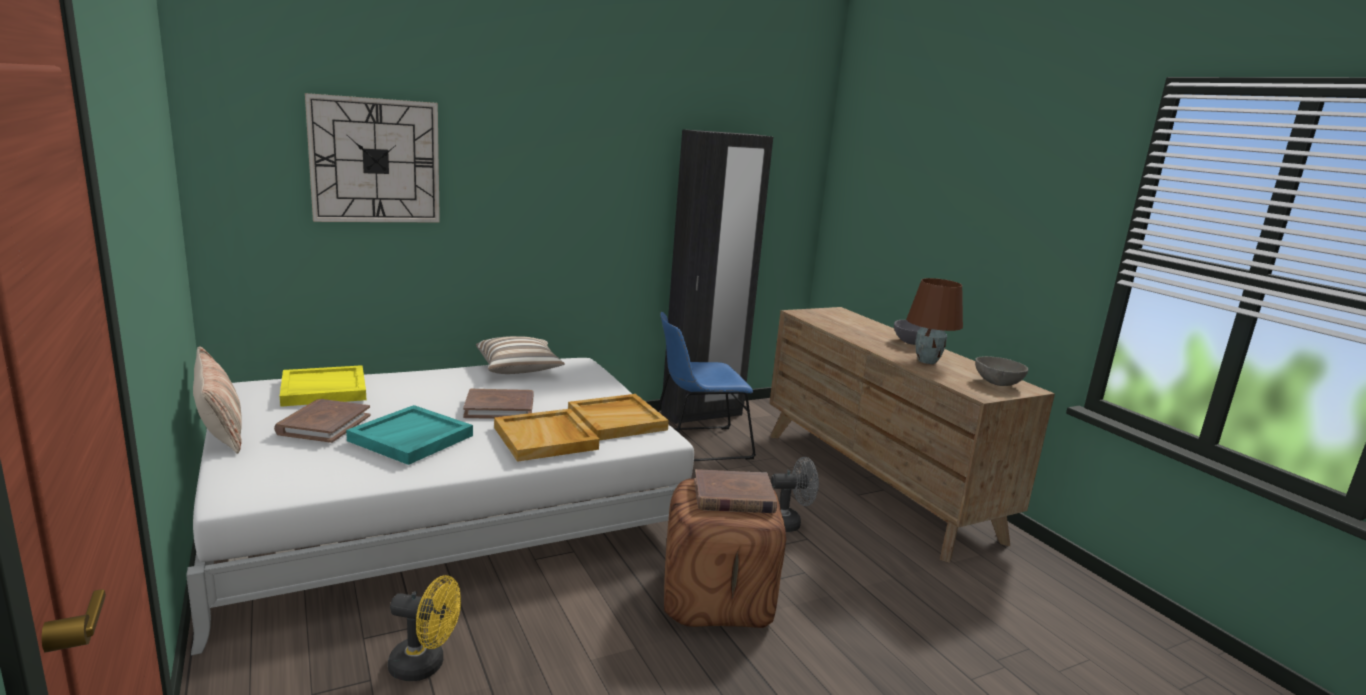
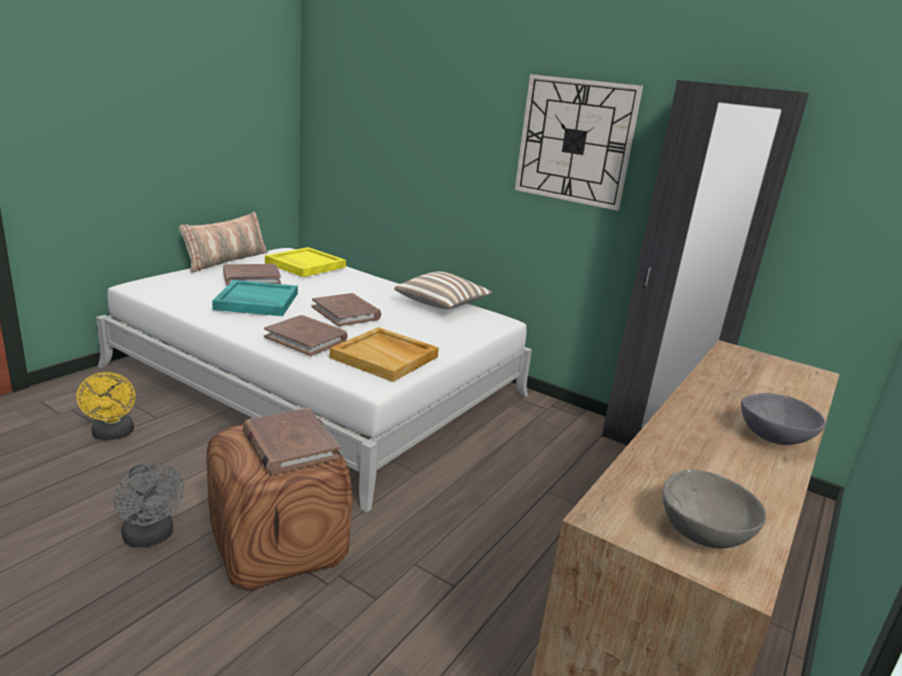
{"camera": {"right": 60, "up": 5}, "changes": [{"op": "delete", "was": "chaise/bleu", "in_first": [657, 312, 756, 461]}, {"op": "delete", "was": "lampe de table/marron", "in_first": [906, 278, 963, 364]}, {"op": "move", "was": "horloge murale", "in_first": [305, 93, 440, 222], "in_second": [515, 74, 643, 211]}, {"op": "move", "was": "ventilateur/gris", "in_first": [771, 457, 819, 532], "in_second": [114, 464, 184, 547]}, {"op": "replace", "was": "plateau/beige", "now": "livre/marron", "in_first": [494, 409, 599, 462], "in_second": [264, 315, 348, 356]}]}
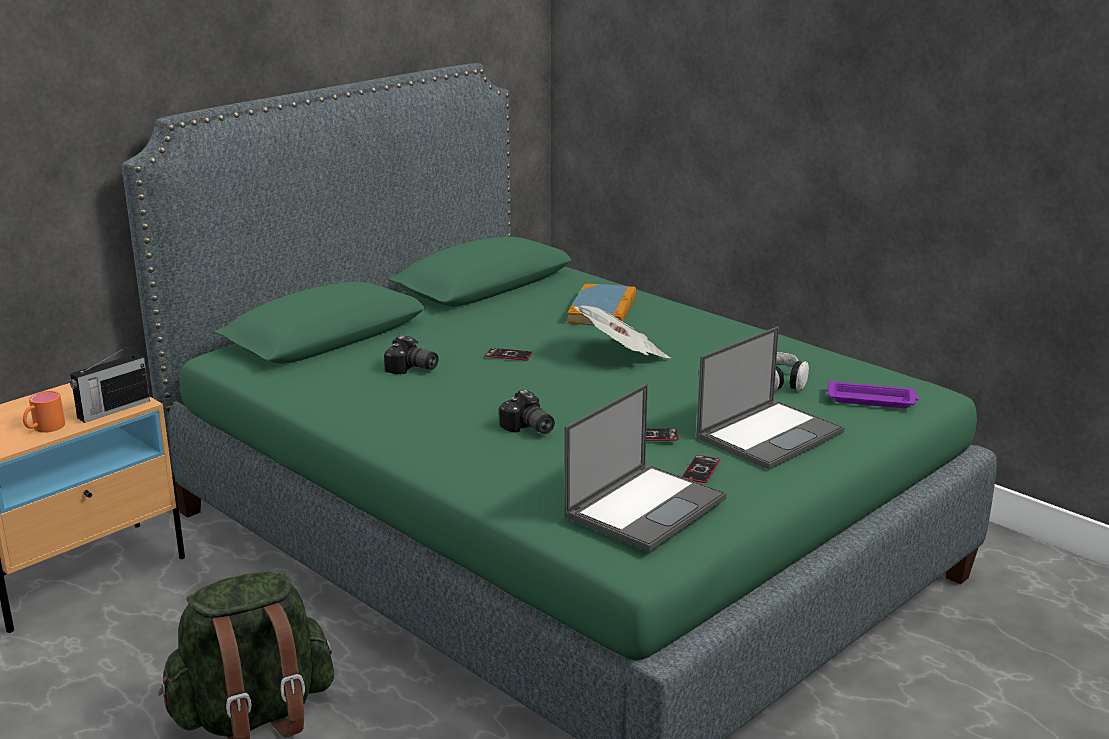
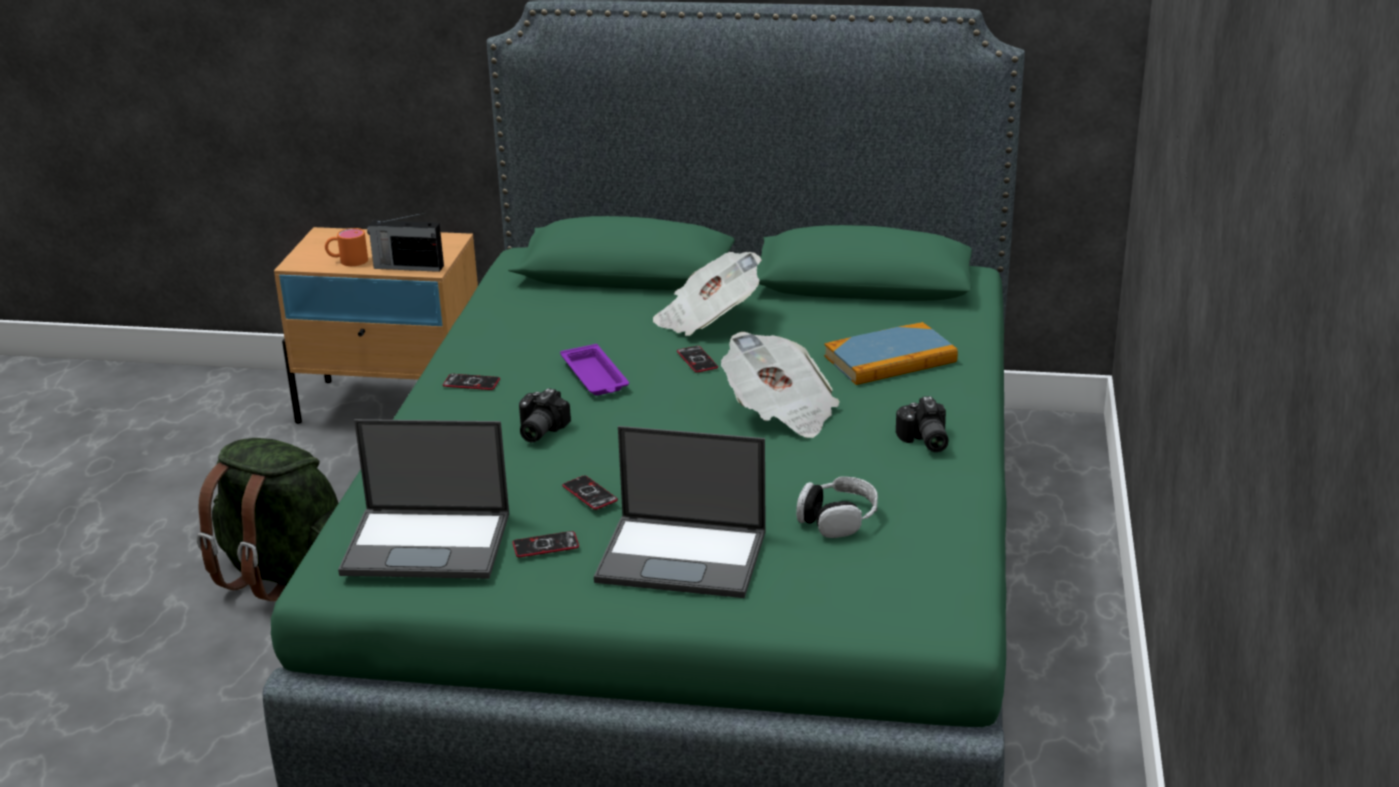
{"camera": {"right": 55, "up": 5}, "changes": [{"op": "insert", "now": "téléphone", "in_second": [443, 374, 500, 390]}, {"op": "insert", "now": "journal", "in_second": [653, 252, 762, 336]}, {"op": "move", "was": "appareil photo", "in_first": [384, 335, 438, 375], "in_second": [896, 396, 949, 452]}, {"op": "move", "was": "plateau/violet", "in_first": [827, 380, 920, 408], "in_second": [560, 344, 629, 395]}]}
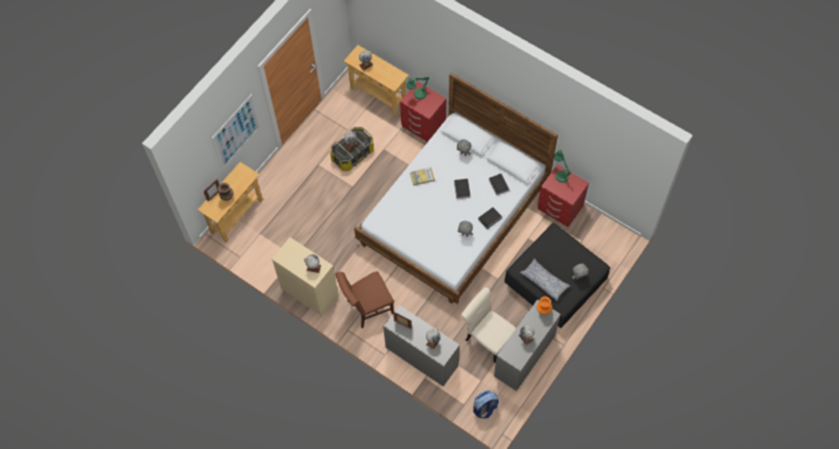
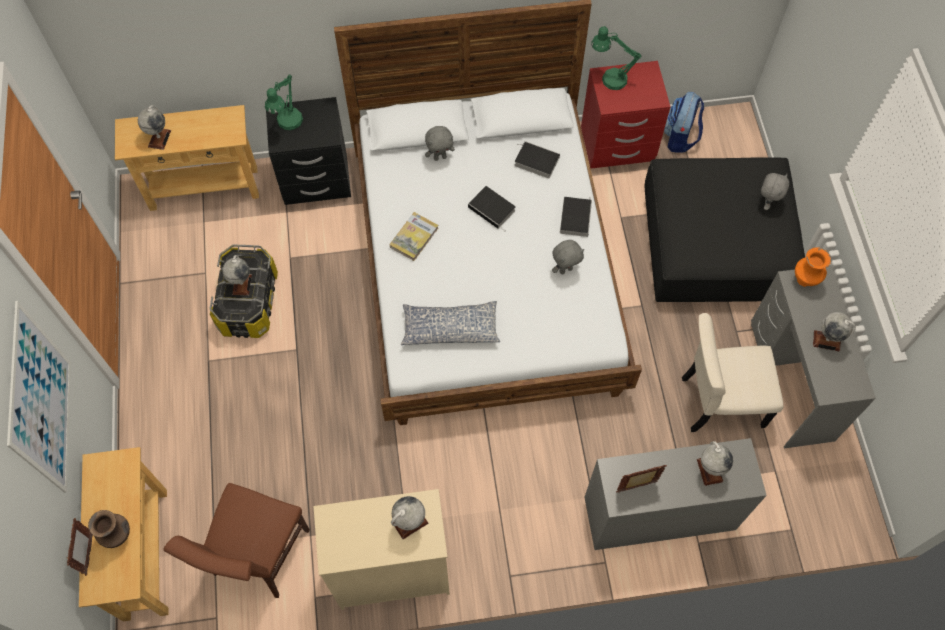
{"camera": {"right": -45, "up": 0}, "changes": [{"op": "move", "was": "chaise/marron", "in_first": [335, 271, 394, 328], "in_second": [164, 483, 310, 598]}, {"op": "move", "was": "sac à dos", "in_first": [473, 390, 499, 418], "in_second": [664, 92, 704, 153]}, {"op": "move", "was": "coussin", "in_first": [520, 258, 570, 301], "in_second": [401, 301, 500, 345]}, {"op": "recolor", "was": "table de chevet/rouge", "now": "table de chevet/noir", "in_first": [400, 81, 446, 142], "in_second": [266, 97, 351, 205]}]}
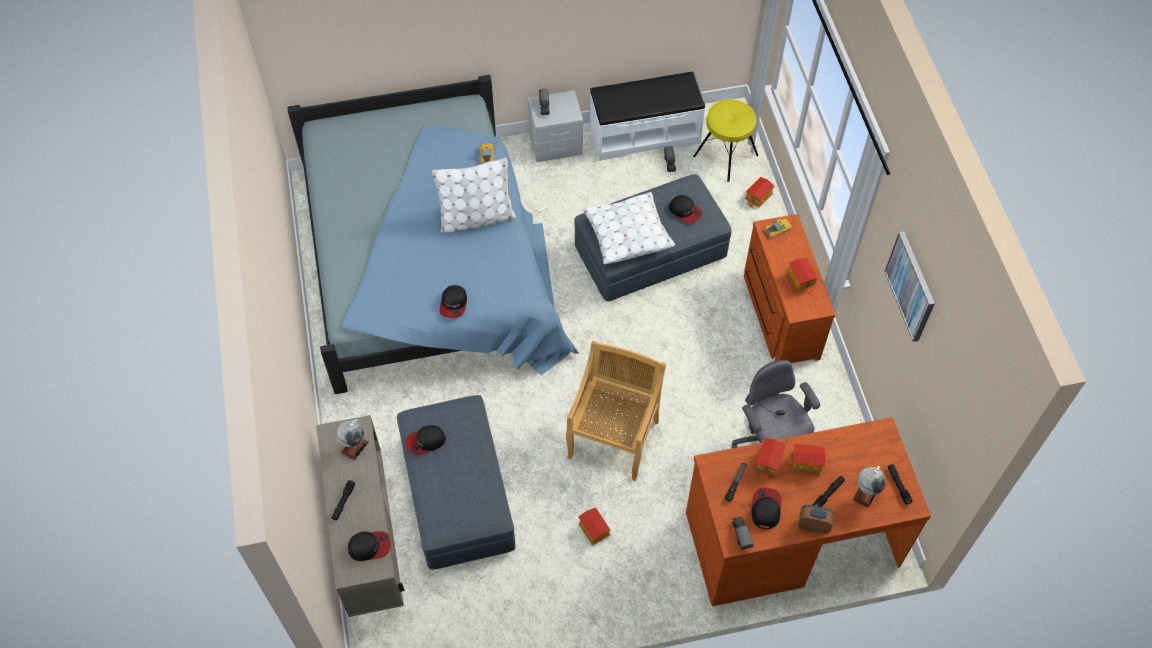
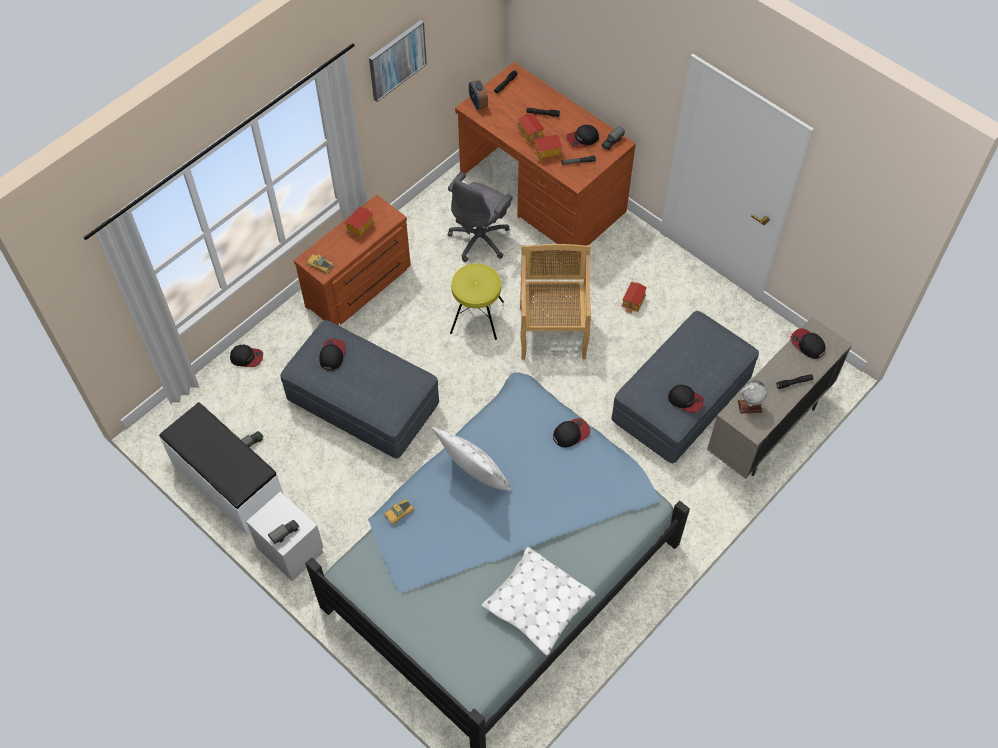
{"camera": {"right": -125, "up": 0}, "changes": [{"op": "delete", "was": "globe", "in_first": [853, 466, 886, 508]}, {"op": "move", "was": "coussin/blanc", "in_first": [583, 192, 675, 264], "in_second": [481, 547, 595, 655]}, {"op": "move", "was": "tabouret/jaune", "in_first": [693, 99, 758, 182], "in_second": [450, 263, 504, 340]}, {"op": "move", "was": "réveil", "in_first": [798, 505, 834, 534], "in_second": [469, 79, 488, 110]}, {"op": "replace", "was": "maison miniature", "now": "casquette", "in_first": [745, 177, 774, 208], "in_second": [230, 345, 263, 367]}, {"op": "rotate", "was": "chaise/beige", "in_first": [566, 341, 666, 481], "in_second": [520, 244, 591, 360], "clockwise": 105}]}
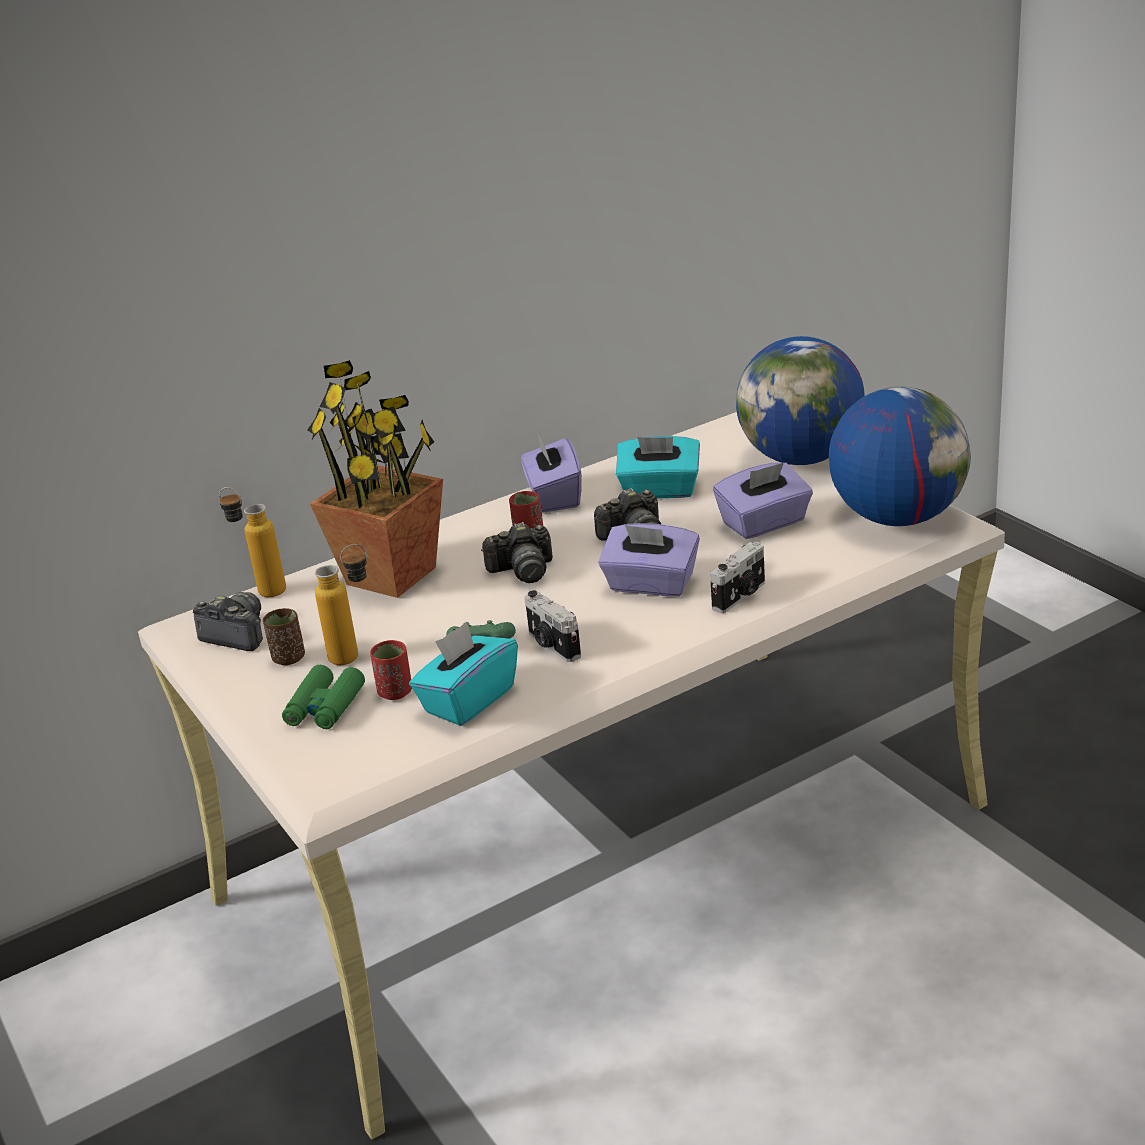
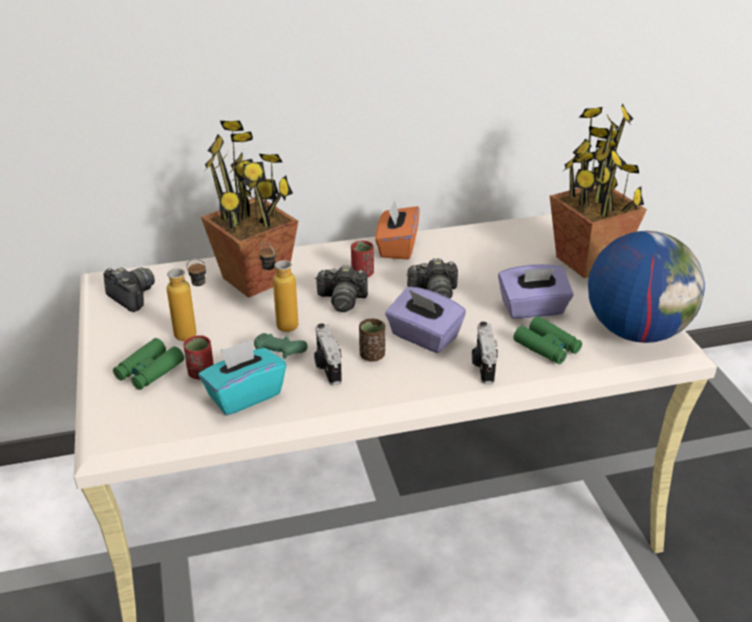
{"camera": {"right": 15, "up": 5}, "changes": [{"op": "delete", "was": "boîte à mouchoirs/turquoise", "in_first": [616, 436, 700, 498]}, {"op": "insert", "now": "jumelles/vert", "in_second": [513, 316, 582, 364]}, {"op": "move", "was": "bouteille", "in_first": [219, 487, 286, 597], "in_second": [259, 242, 298, 332]}, {"op": "move", "was": "tasse/marron", "in_first": [263, 608, 305, 665], "in_second": [359, 318, 385, 362]}, {"op": "replace", "was": "globe", "now": "plante en pot", "in_first": [736, 336, 865, 465], "in_second": [550, 103, 647, 278]}, {"op": "recolor", "was": "boîte à mouchoirs/violet", "now": "boîte à mouchoirs/orange", "in_first": [521, 434, 582, 513], "in_second": [375, 199, 420, 260]}, {"op": "rotate", "was": "appareil photo", "in_first": [710, 542, 765, 613], "in_second": [472, 321, 498, 384], "clockwise": 120}]}
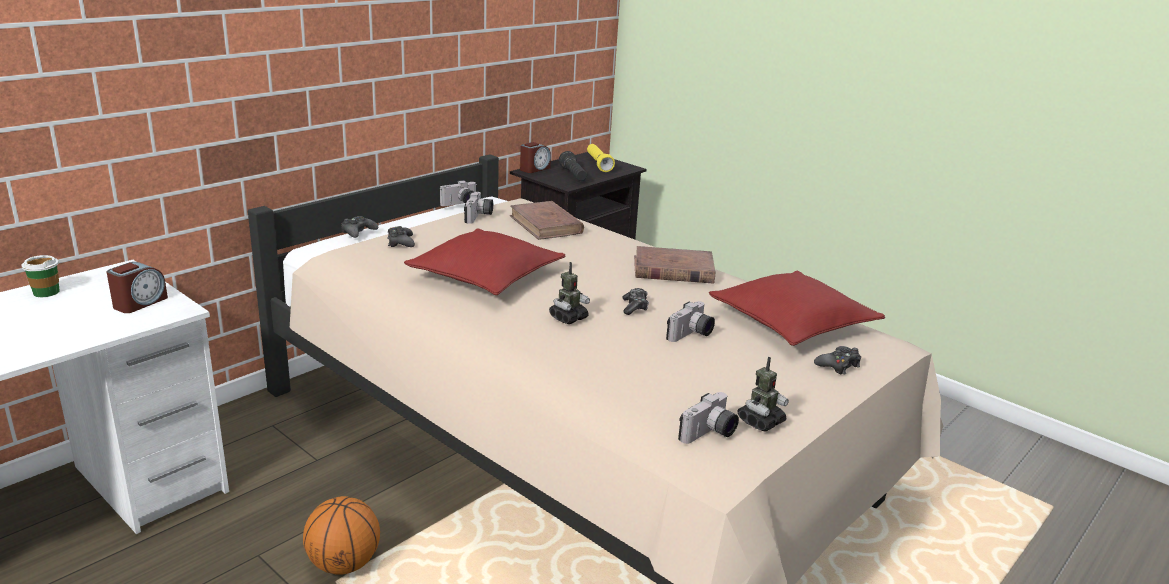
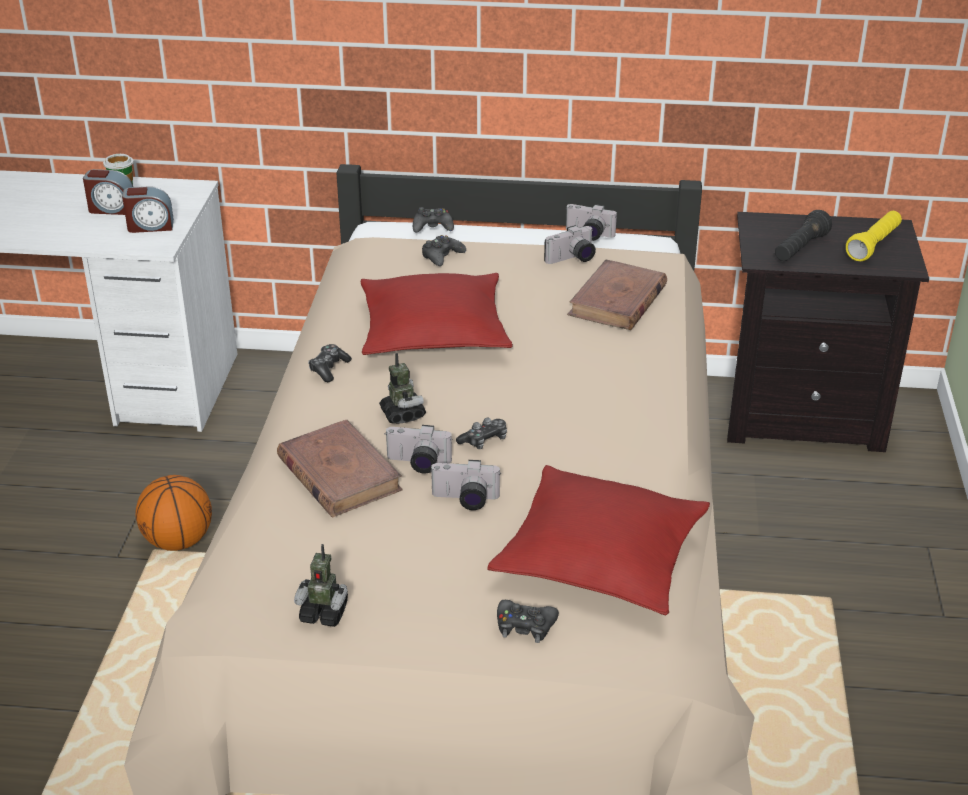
{"camera": {"right": 55, "up": 10}, "changes": [{"op": "insert", "now": "manette", "in_second": [308, 344, 352, 382]}, {"op": "move", "was": "réveil", "in_first": [520, 142, 551, 173], "in_second": [83, 169, 133, 215]}, {"op": "move", "was": "livre/marron", "in_first": [634, 246, 715, 284], "in_second": [277, 420, 402, 518]}, {"op": "move", "was": "appareil photo", "in_first": [678, 392, 739, 444], "in_second": [385, 425, 453, 473]}, {"op": "rotate", "was": "robot jouet", "in_first": [549, 262, 590, 324], "in_second": [379, 353, 426, 424], "clockwise": -120}]}
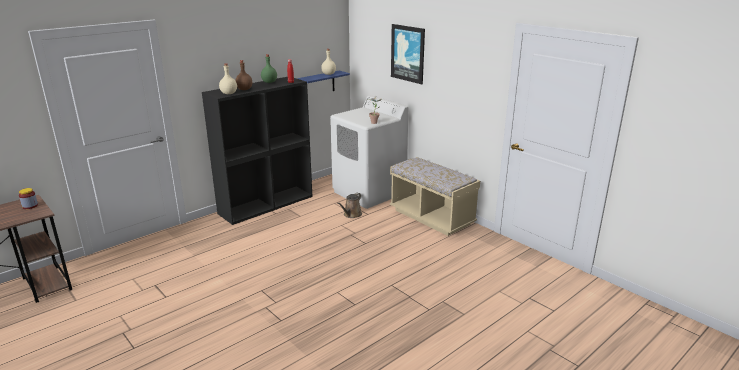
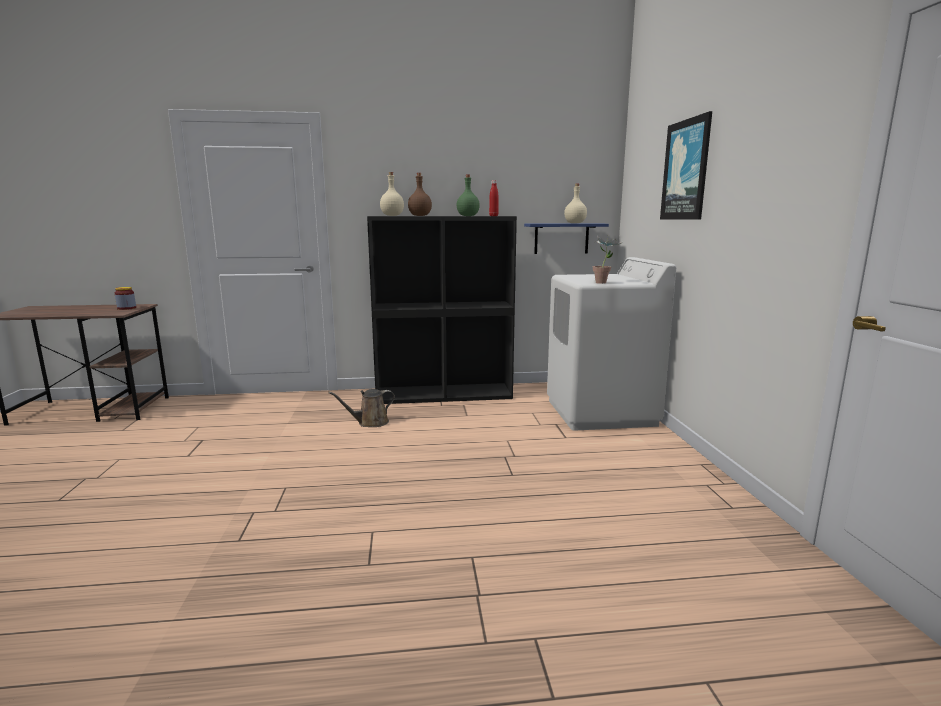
{"camera": {"right": 35, "up": -10}, "changes": [{"op": "delete", "was": "banc/beige", "in_first": [390, 157, 480, 236]}, {"op": "move", "was": "arrosoir/marron", "in_first": [337, 193, 362, 218], "in_second": [328, 389, 395, 427]}]}
